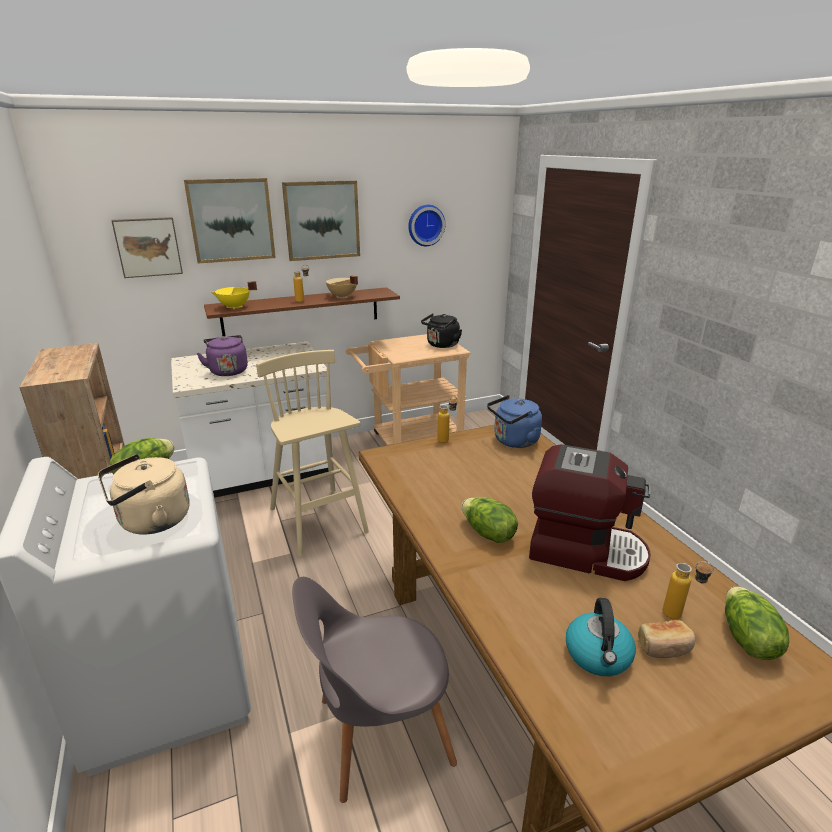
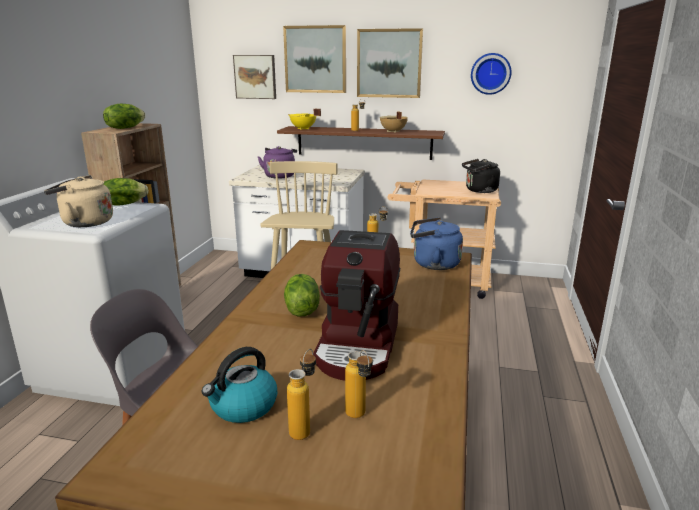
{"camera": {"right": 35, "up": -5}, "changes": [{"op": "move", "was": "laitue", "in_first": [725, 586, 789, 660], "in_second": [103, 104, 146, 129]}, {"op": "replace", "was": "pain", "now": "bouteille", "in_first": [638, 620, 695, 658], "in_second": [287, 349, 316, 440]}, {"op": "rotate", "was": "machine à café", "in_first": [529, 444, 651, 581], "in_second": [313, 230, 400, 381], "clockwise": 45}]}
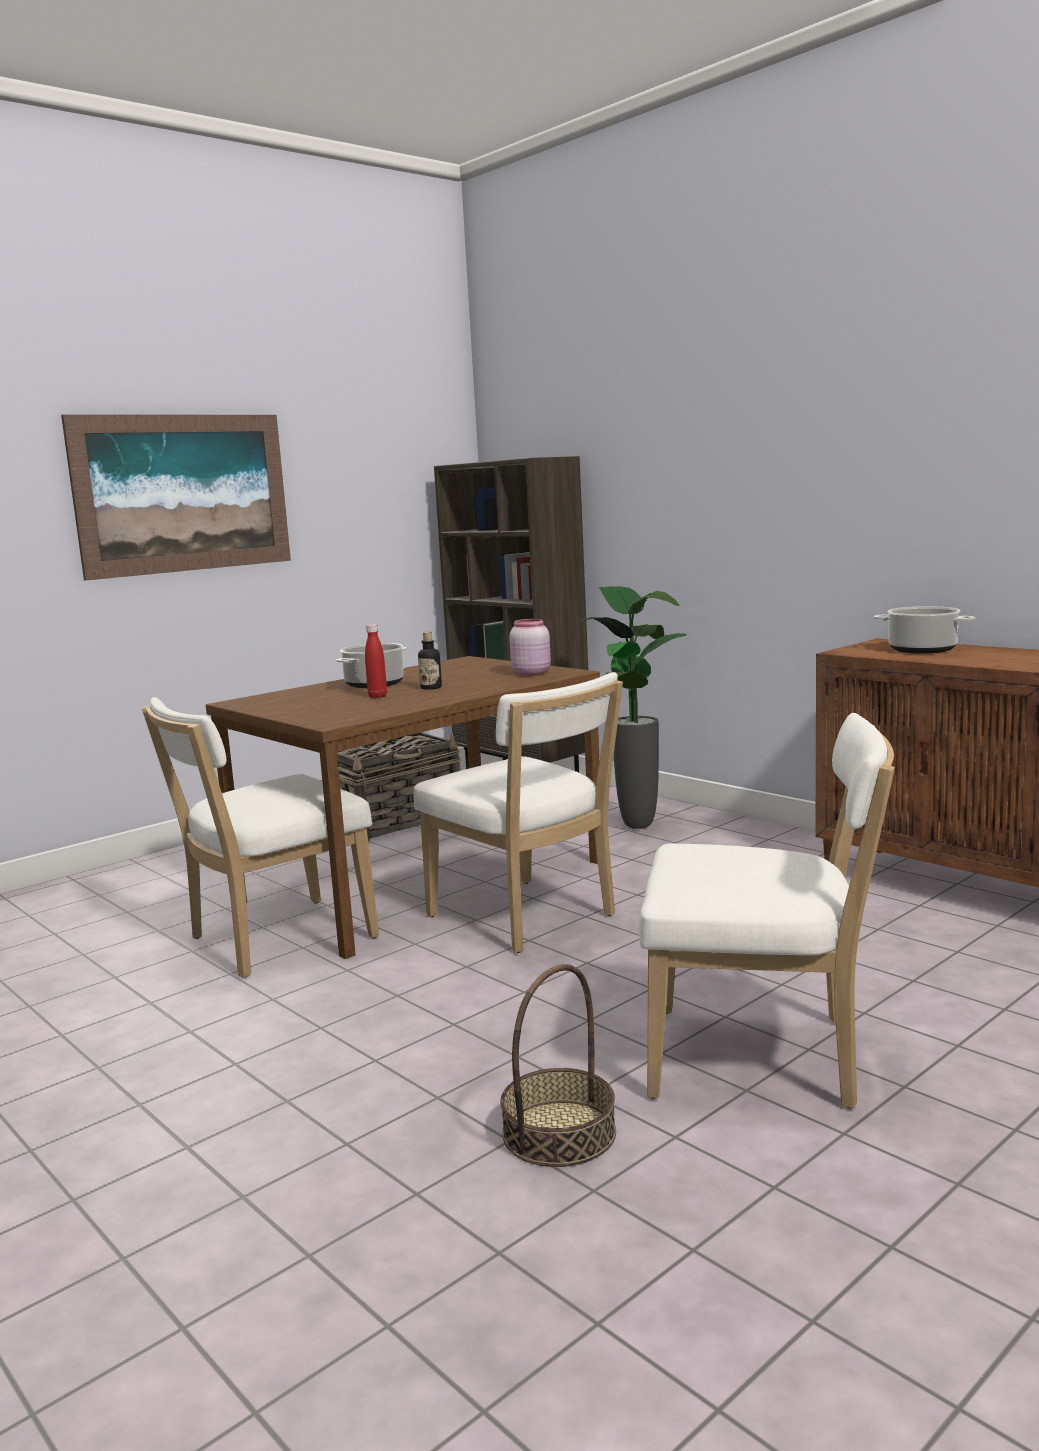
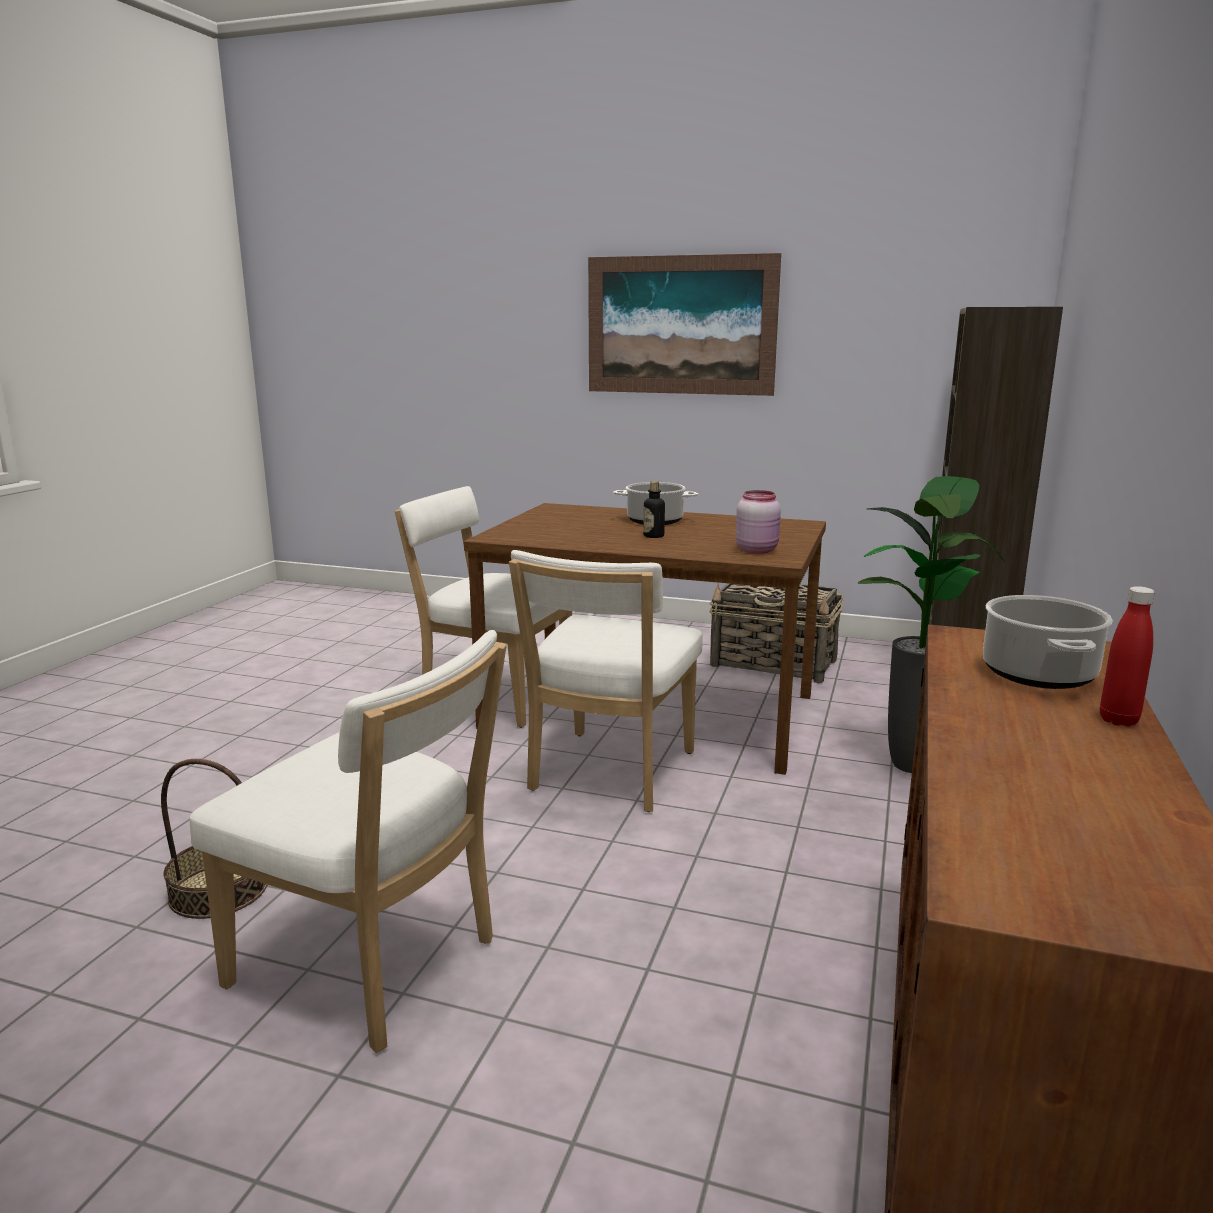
{"camera": {"right": 60, "up": 5}, "changes": [{"op": "move", "was": "bouteille/rouge", "in_first": [365, 624, 387, 698], "in_second": [1100, 586, 1155, 727]}, {"op": "rotate", "was": "chaise/blanc", "in_first": [639, 713, 895, 1109], "in_second": [189, 630, 507, 1053], "clockwise": -45}]}
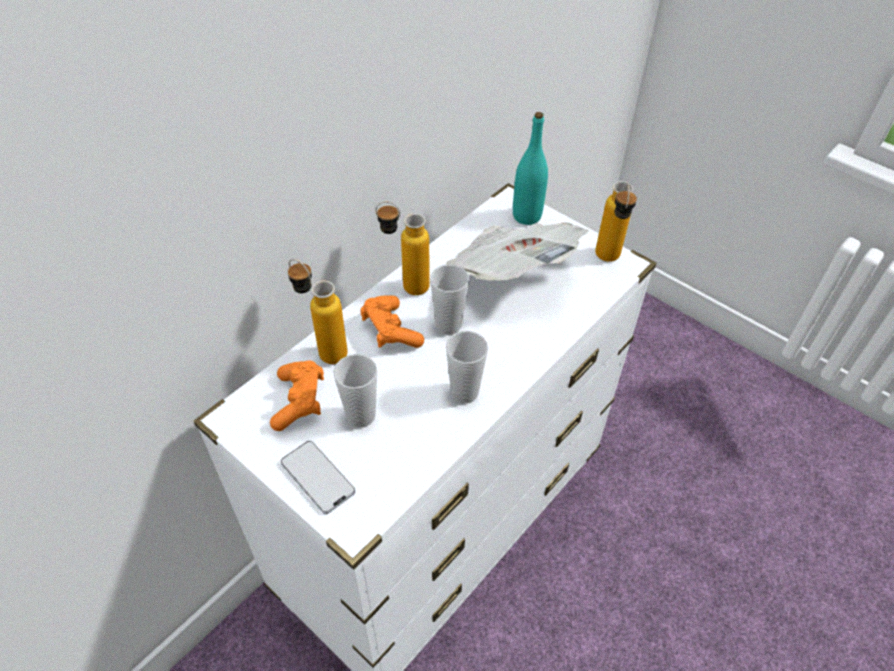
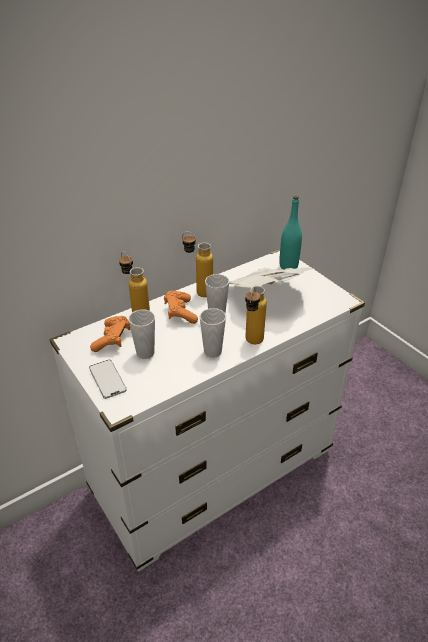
{"camera": {"right": 15, "up": -10}, "changes": [{"op": "move", "was": "bouteille", "in_first": [595, 181, 637, 262], "in_second": [245, 286, 267, 344]}]}
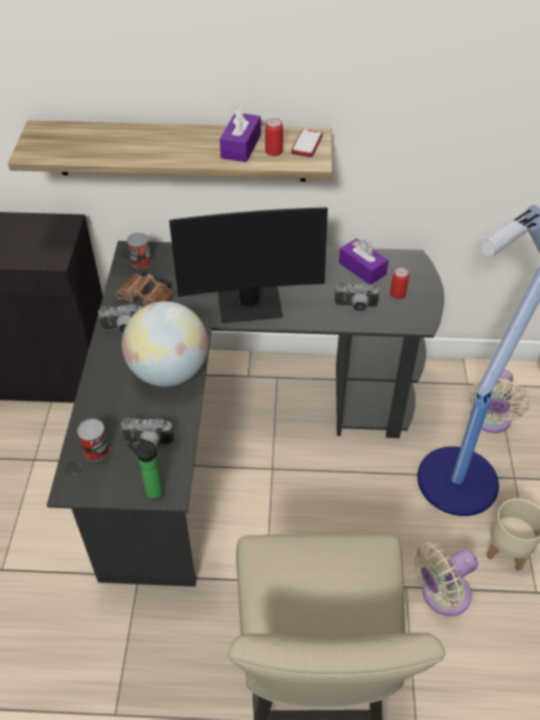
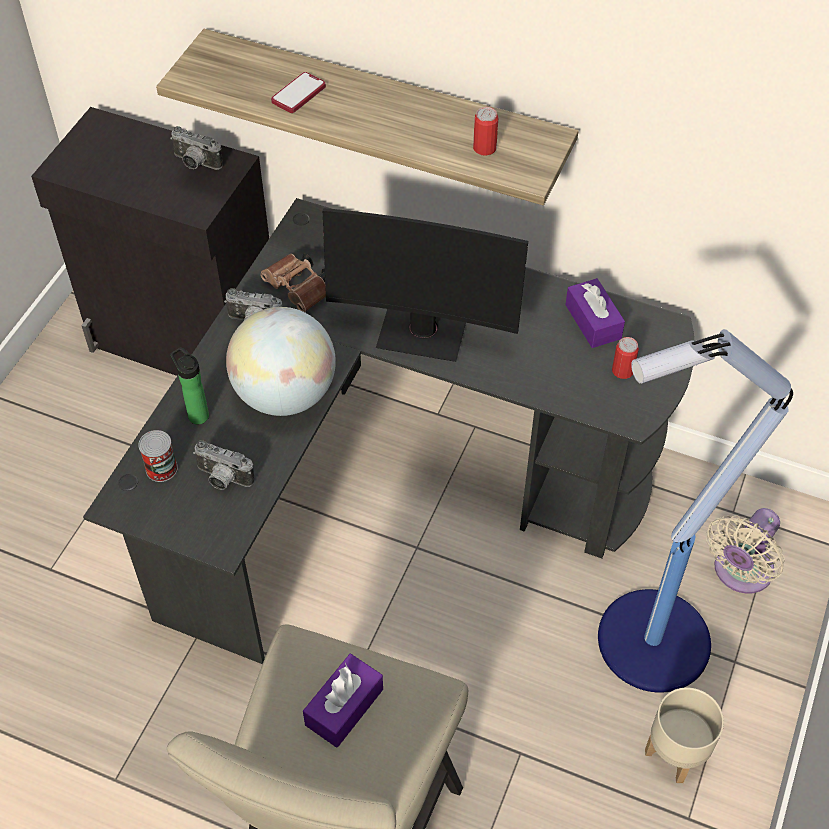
{"camera": {"right": 20, "up": 5}, "changes": [{"op": "delete", "was": "boîte métallique", "in_first": [127, 233, 152, 269]}, {"op": "delete", "was": "ventilateur/beige", "in_first": [414, 542, 478, 616]}, {"op": "move", "was": "bouteille", "in_first": [128, 436, 163, 499], "in_second": [170, 347, 209, 425]}, {"op": "move", "was": "boîte à mouchoirs/violet", "in_first": [220, 107, 261, 162], "in_second": [303, 654, 383, 748]}, {"op": "move", "was": "téléphone", "in_first": [291, 129, 323, 157], "in_second": [271, 72, 326, 113]}, {"op": "move", "was": "appareil photo", "in_first": [335, 282, 380, 312], "in_second": [170, 126, 223, 170]}]}
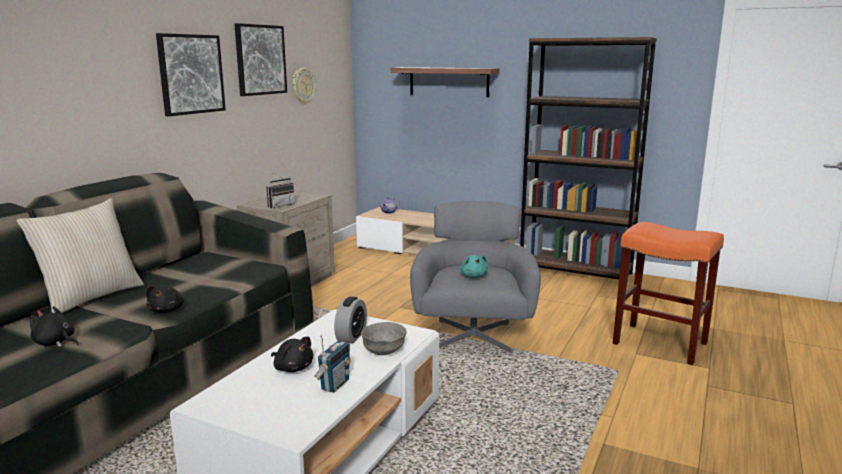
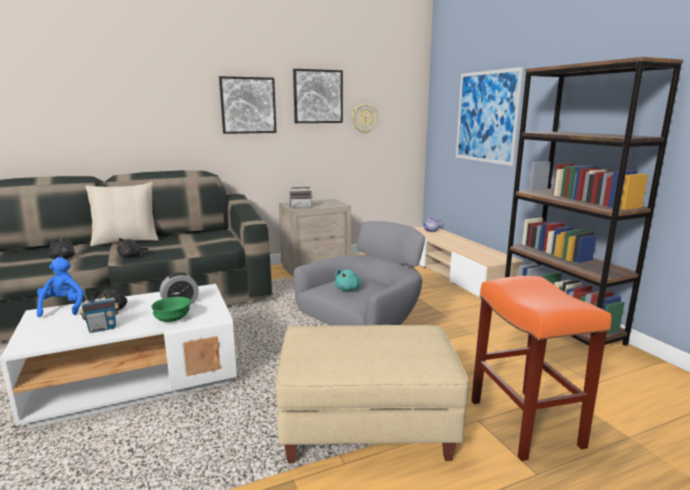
{"camera": {"right": 40, "up": 0}, "changes": [{"op": "insert", "now": "peluche/bleu", "in_second": [37, 257, 83, 317]}, {"op": "insert", "now": "pouf/beige", "in_second": [275, 325, 469, 463]}, {"op": "replace", "was": "étagère", "now": "tableau", "in_first": [390, 67, 500, 97], "in_second": [456, 67, 523, 166]}, {"op": "recolor", "was": "bol/gris", "now": "bol/vert", "in_first": [361, 322, 407, 355], "in_second": [151, 297, 191, 322]}]}
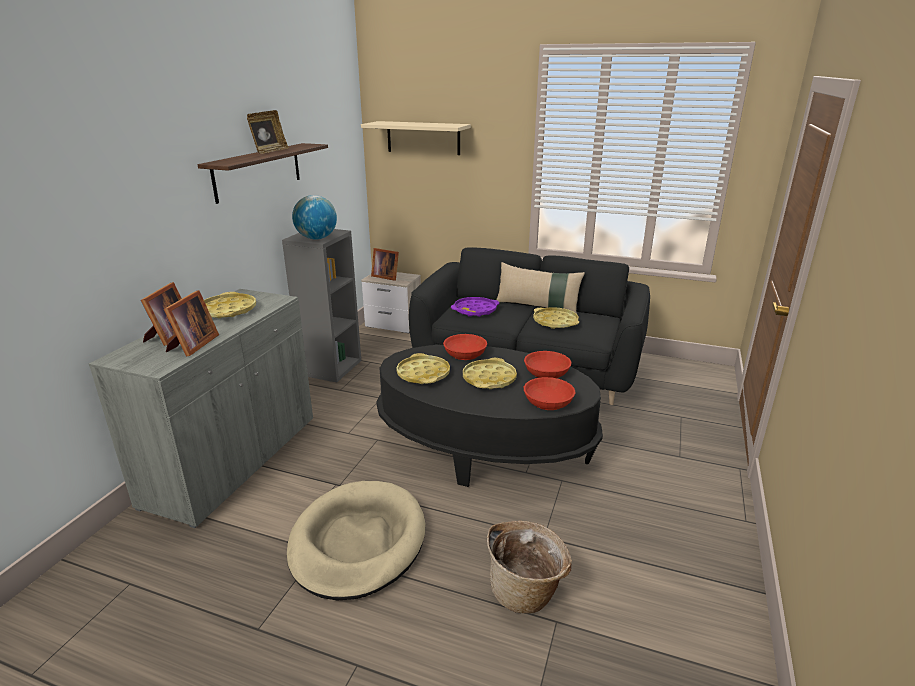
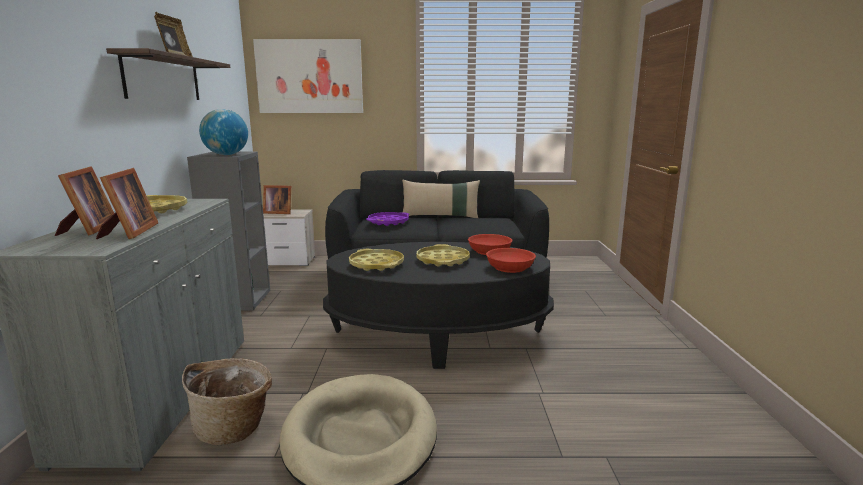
{"camera": {"right": -20, "up": -10}, "changes": [{"op": "delete", "was": "bol/rouge", "in_first": [443, 334, 487, 360]}, {"op": "delete", "was": "plateau/jaune", "in_first": [533, 307, 579, 329]}, {"op": "move", "was": "panier", "in_first": [487, 521, 572, 613], "in_second": [182, 358, 272, 445]}, {"op": "replace", "was": "étagère/beige", "now": "tableau", "in_first": [361, 121, 471, 155], "in_second": [253, 39, 363, 113]}]}
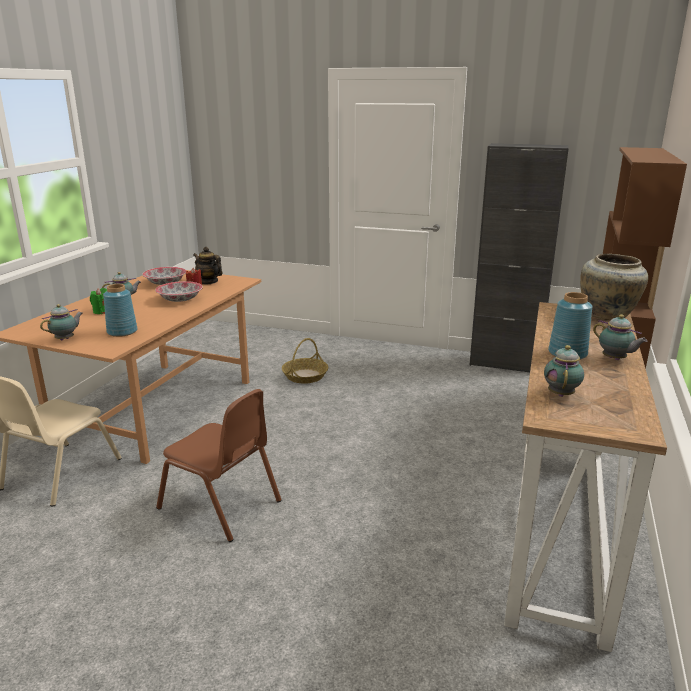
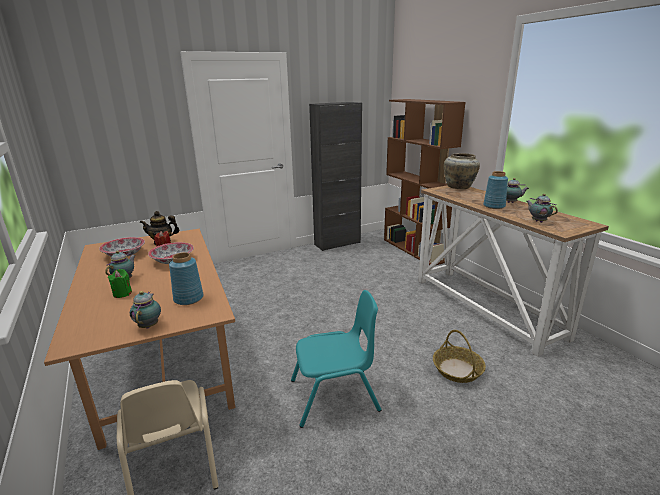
{"camera": {"right": -45, "up": 0}, "changes": [{"op": "move", "was": "panier", "in_first": [282, 338, 328, 384], "in_second": [433, 330, 486, 383]}, {"op": "recolor", "was": "chaise/marron", "now": "chaise/turquoise", "in_first": [156, 389, 282, 542], "in_second": [291, 290, 382, 428]}]}
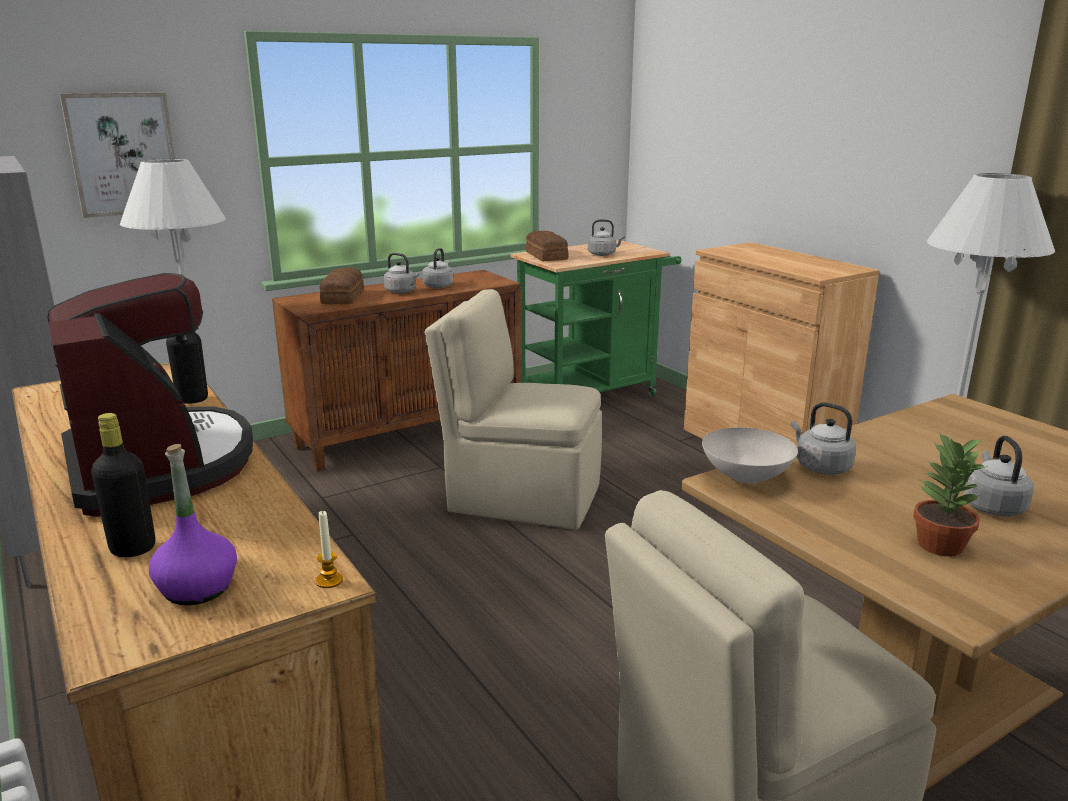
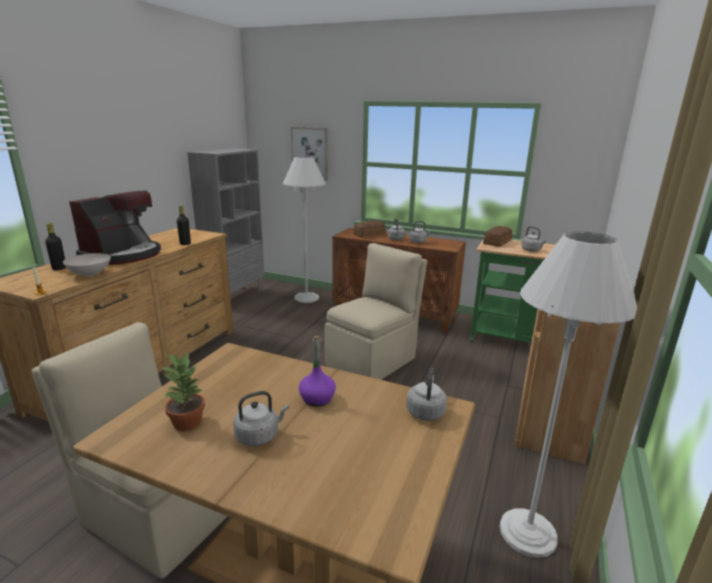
{"camera": {"right": 55, "up": 0}, "changes": [{"op": "move", "was": "bouteille/violet", "in_first": [149, 444, 237, 605], "in_second": [299, 336, 336, 407]}, {"op": "move", "was": "bol/blanc", "in_first": [702, 427, 798, 484], "in_second": [63, 253, 111, 276]}, {"op": "move", "was": "bouilloire/gris", "in_first": [791, 402, 856, 475], "in_second": [406, 368, 447, 421]}, {"op": "rotate", "was": "chaise/beige", "in_first": [425, 289, 602, 530], "in_second": [325, 243, 427, 380], "clockwise": 60}]}
